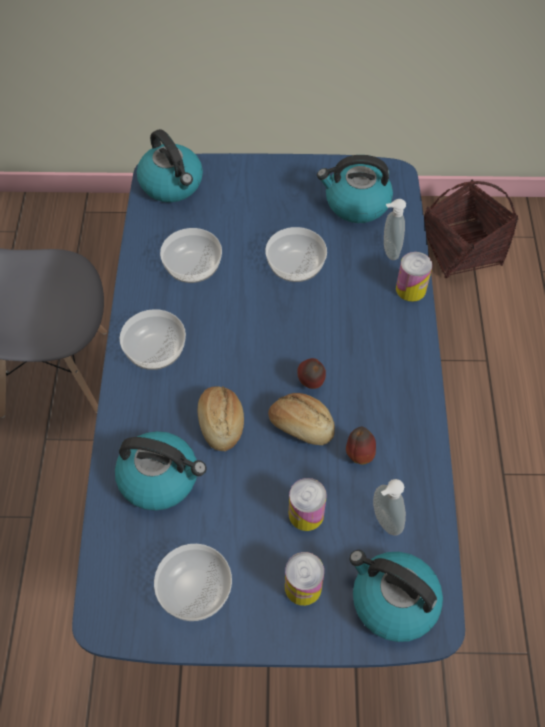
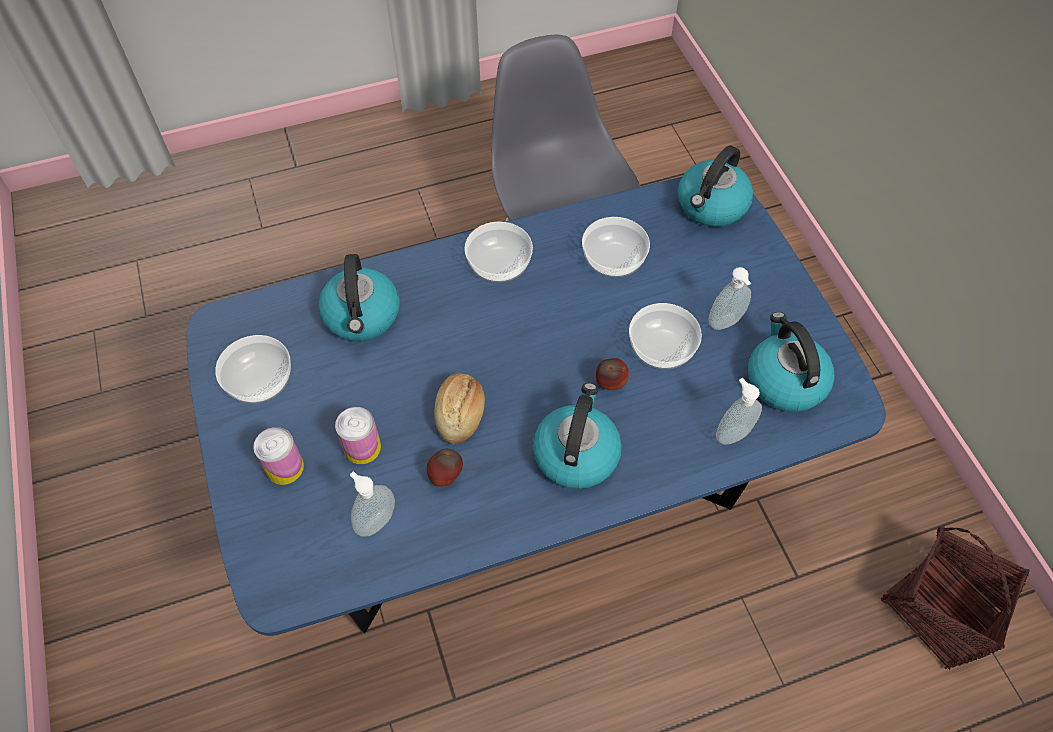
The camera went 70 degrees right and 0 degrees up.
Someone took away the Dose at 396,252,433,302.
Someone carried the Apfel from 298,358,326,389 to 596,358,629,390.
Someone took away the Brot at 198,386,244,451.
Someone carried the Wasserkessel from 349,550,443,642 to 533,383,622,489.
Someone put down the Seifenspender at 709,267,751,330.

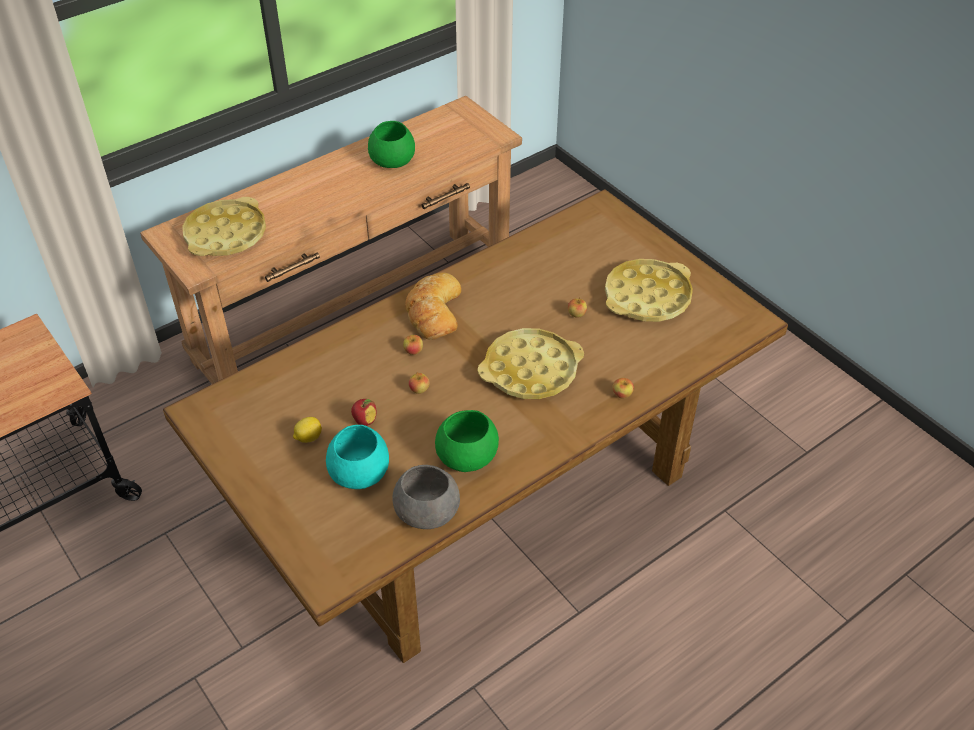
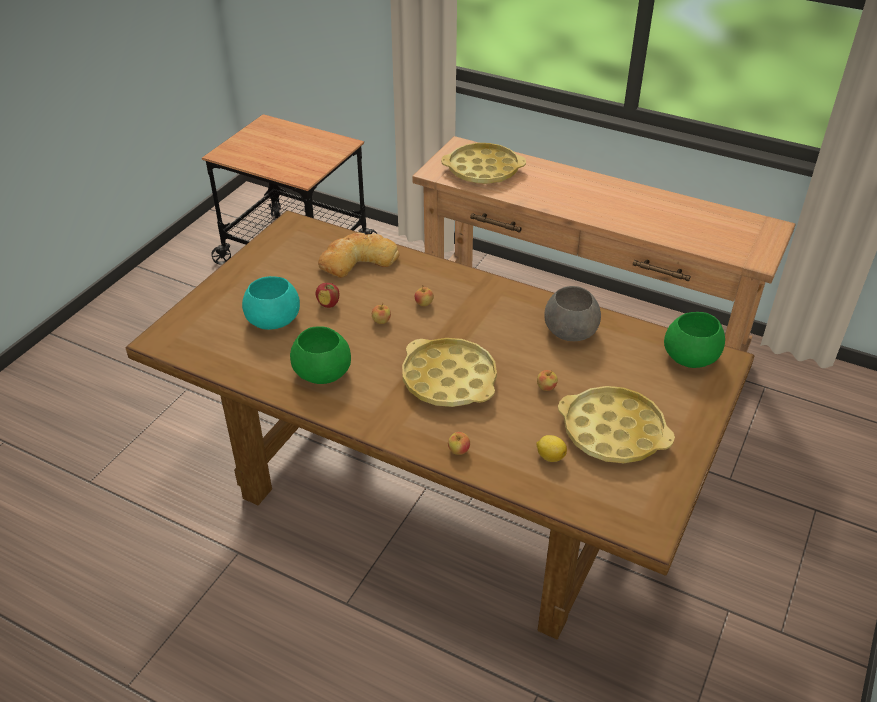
The camera went 65 degrees right and 5 degrees down.
Someone carried the Schüssel [grün] from 368,121,415,168 to 664,312,725,368.
Someone carried the Brot from 405,273,461,339 to 318,232,400,278.
Someone carried the Zitrone from 293,417,322,443 to 536,435,567,462.
Someone carried the Schüssel [grau] from 392,465,460,529 to 544,286,601,341.

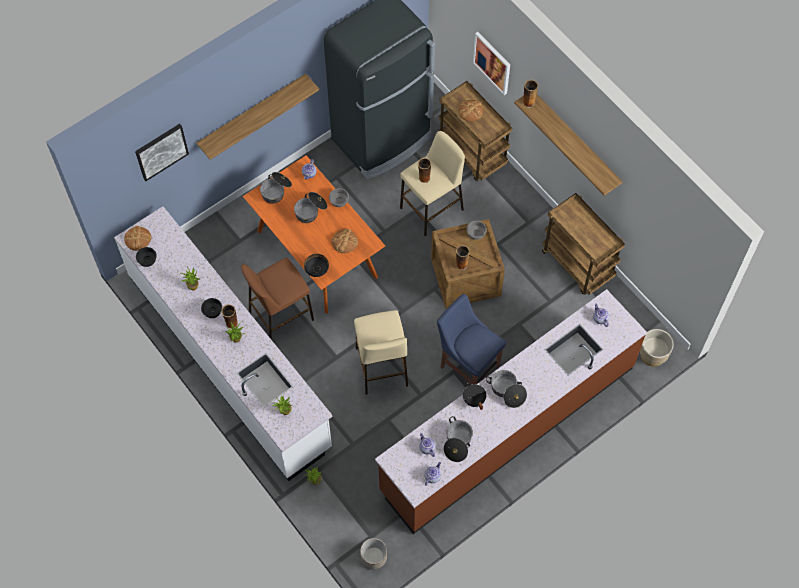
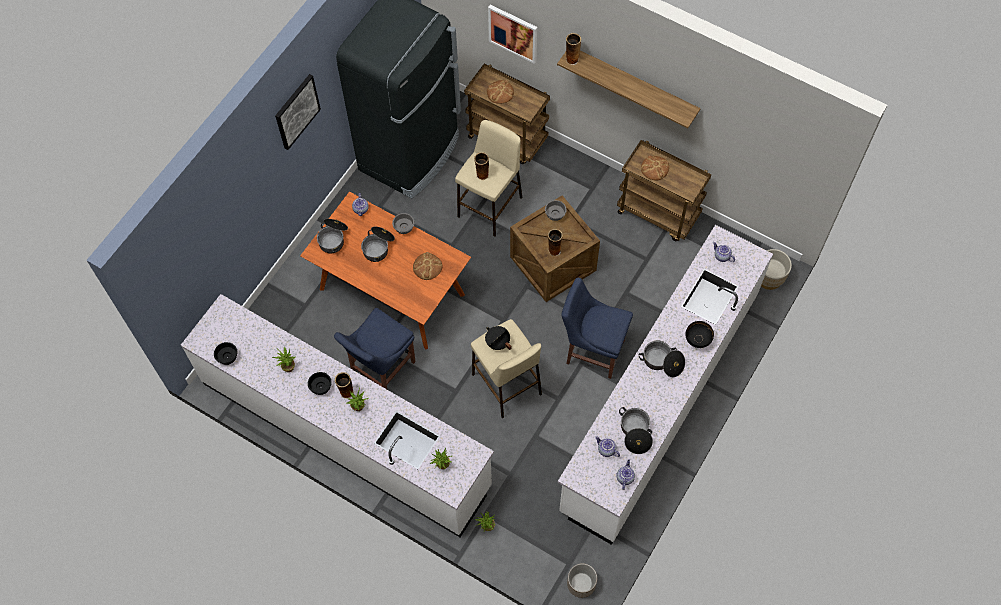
The camera went 20 degrees left and 0 degrees up.
Someone took away the Wandregal at 196,74,320,160.
Someone carried the Bild from 135,124,189,181 to 275,74,321,150.
Someone carried the Brot from 124,226,151,251 to 641,156,669,180.
Someone carried the Schüssel [schwarz] from 304,254,329,277 to 685,321,714,348.
Someone swapped the Hocker [braun] at 241,258,314,340 for the Stuhl [blau] at 334,308,416,389.
Someone repainted the Küchenzeile [braun] at 375,289,647,534, which became the Küchenzeile [weiß] at 558,225,773,545.
Someone carried the Kochtopf [schwarz] from 463,382,486,410 to 485,326,511,350.

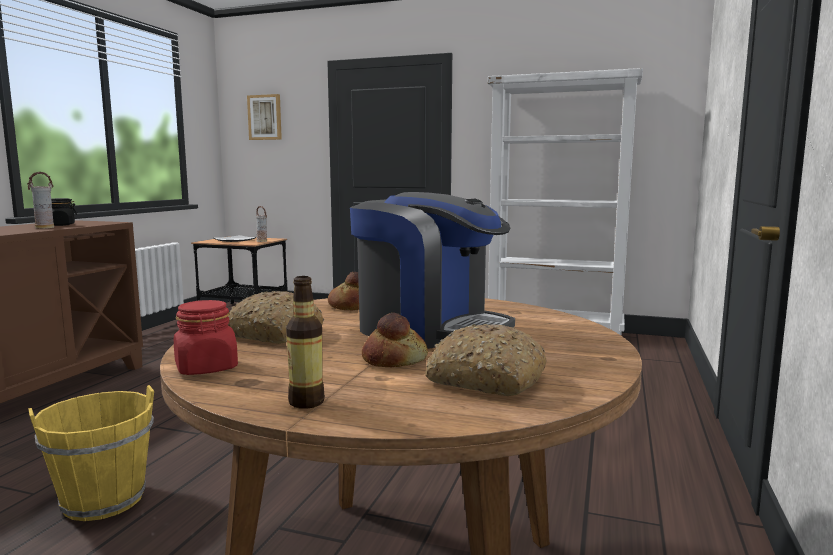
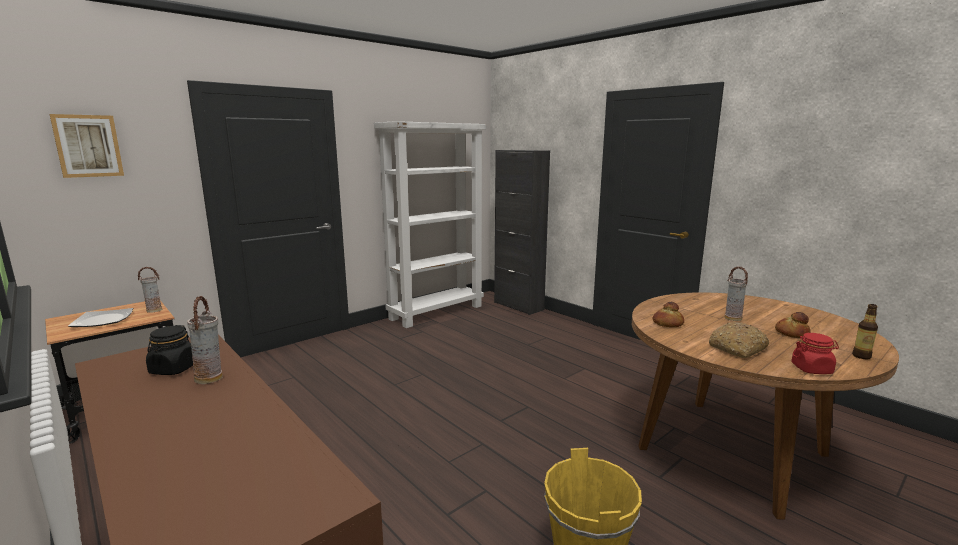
The camera went 60 degrees left and 5 degrees up.
Someone swapped the Kaffeemaschine at 350,192,515,349 for the Vase at 725,267,748,321.
Someone took away the Brot at 425,324,547,396.
Someone put down the Schrank [schwarz] at 494,150,550,315.

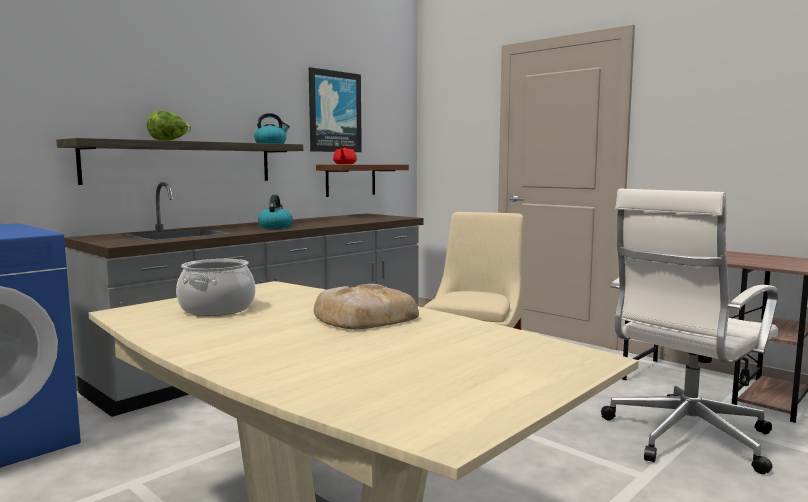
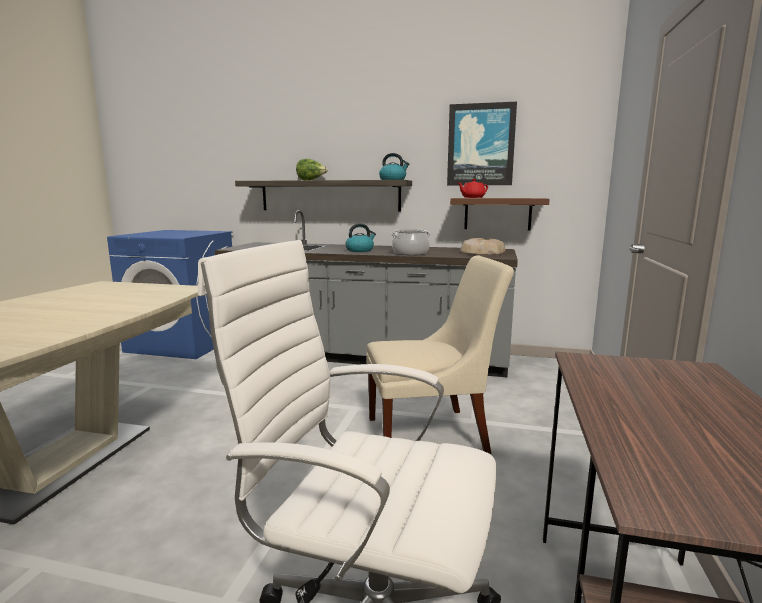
The camera went 60 degrees right and 5 degrees up.
Someone carried the Kochtopf from 176,259,255,316 to 391,229,431,255.
Someone carried the Brot from 313,284,419,329 to 460,238,505,255.

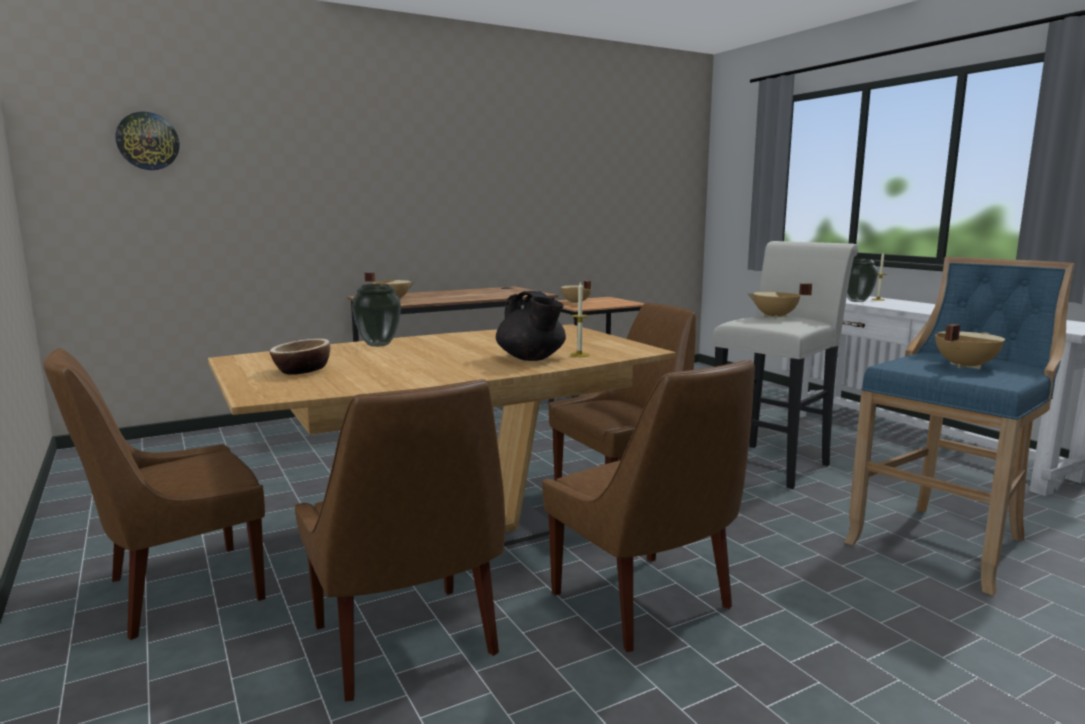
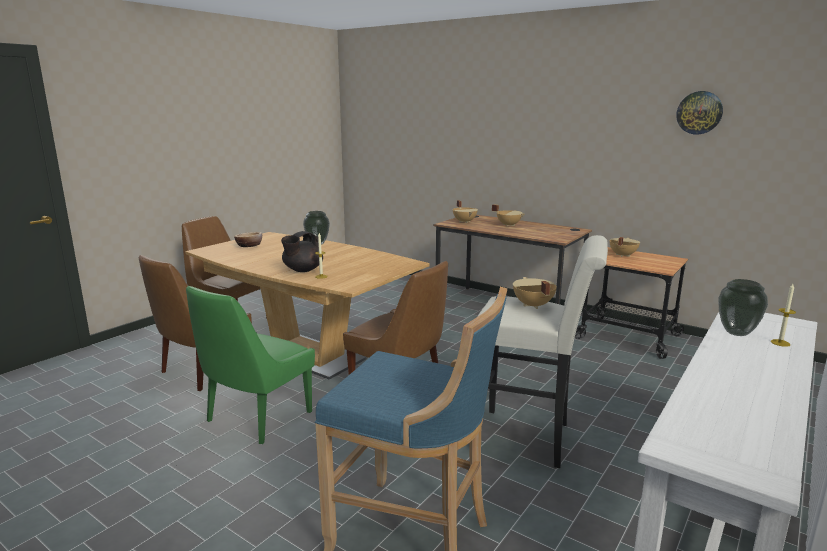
The camera went 65 degrees right and 5 degrees up.
Someone carried the Wanduhr from 116,112,179,170 to 676,91,723,135.
Someone carried the Kochtopf [beige] from 935,324,1005,369 to 492,204,525,226.
Someone repainted the Stuhl [braun] at 542,359,755,652, which became the Stuhl [grün] at 186,286,315,444.

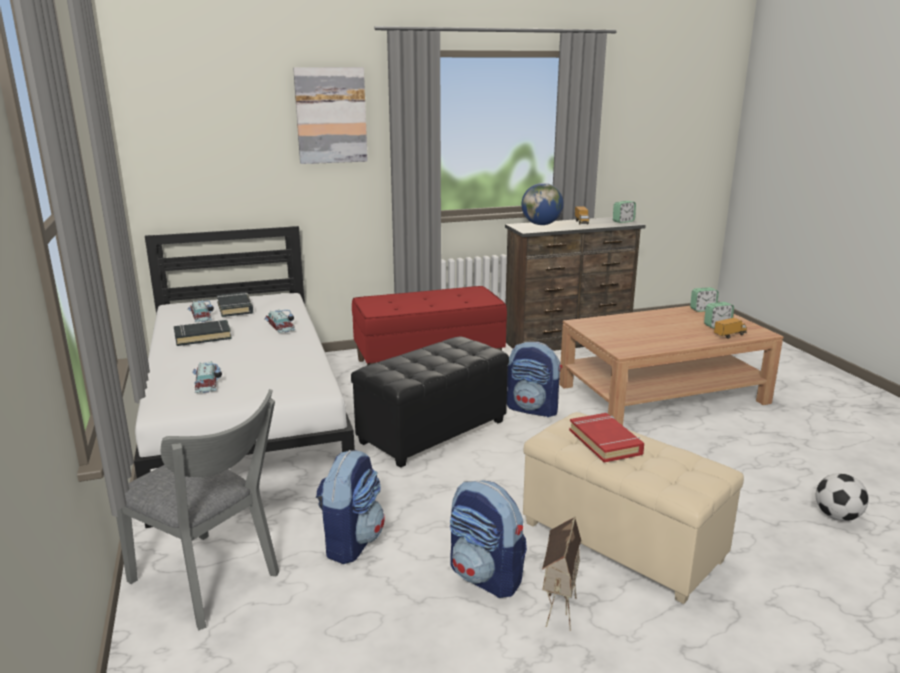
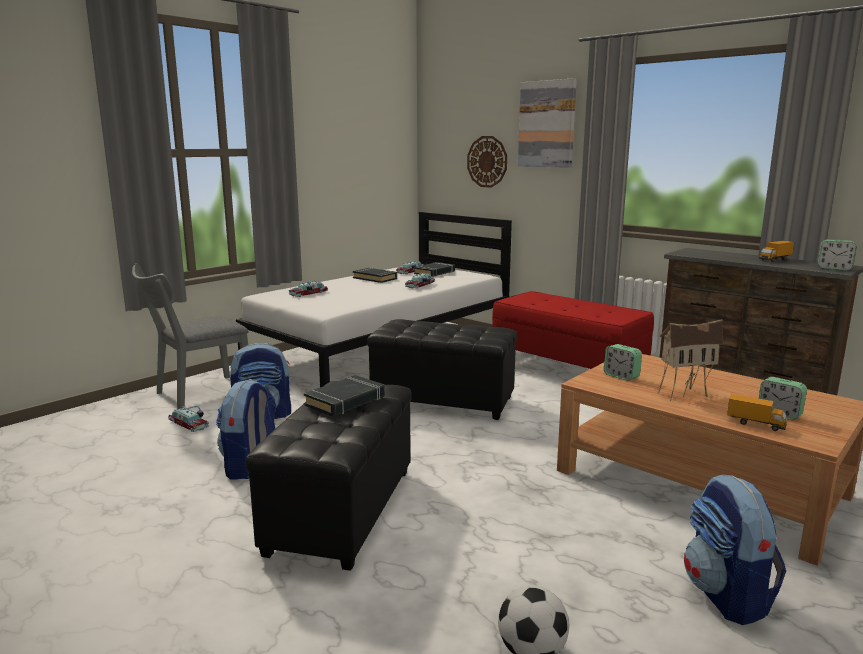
The camera went 60 degrees right and 5 degrees down.
Someone took away the Globus at 521,183,564,225.
Someone carried the Wecker from 690,287,719,312 to 604,344,642,381.
Someone carried the Rucksack from 507,342,562,417 to 684,474,786,625.
Someone rotated the Stuhl [grau] at 116,389,279,630 by 45 degrees clockwise.
Someone repainted the Polsterhocker [beige] at 523,412,744,604, which became the Polsterhocker [schwarz] at 245,381,412,571.
Someone repainted the Buch [rot] at 569,413,644,462, which became the Buch [schwarz] at 304,375,385,417.
Someone carried the Spielzeughaus from 542,516,581,631 to 658,319,723,401.
Someone put up the Wanduhr at 467,136,507,188.
Someone put down the Spielzeugauto at 168,406,209,432.

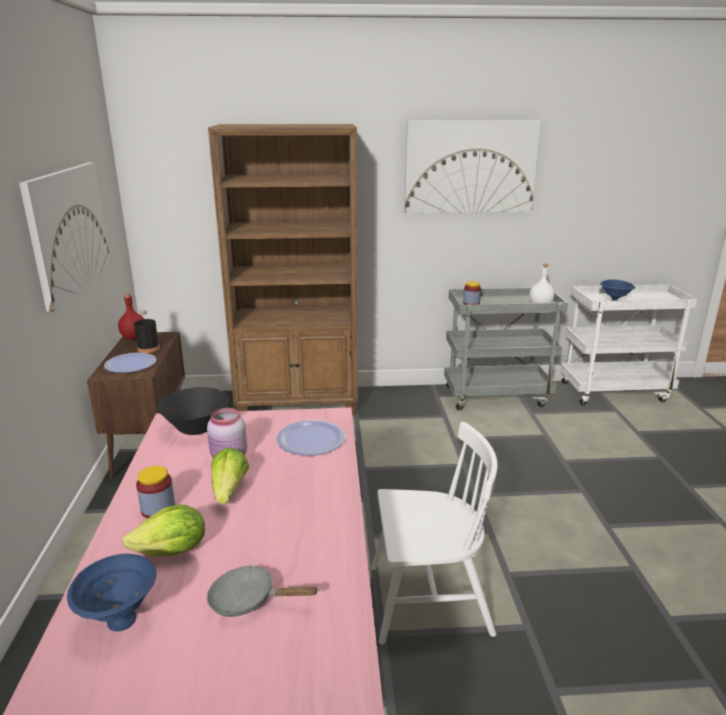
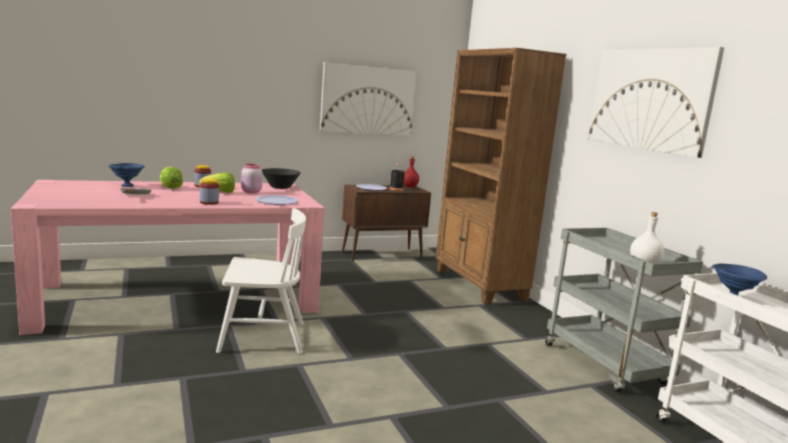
The camera went 70 degrees right and 10 degrees down.
Someone carried the Vorratsglas from 463,281,481,305 to 200,179,219,205.
Someone rotated the Stuhl [weiß] at 371,422,497,645 by 75 degrees counterclockwise.

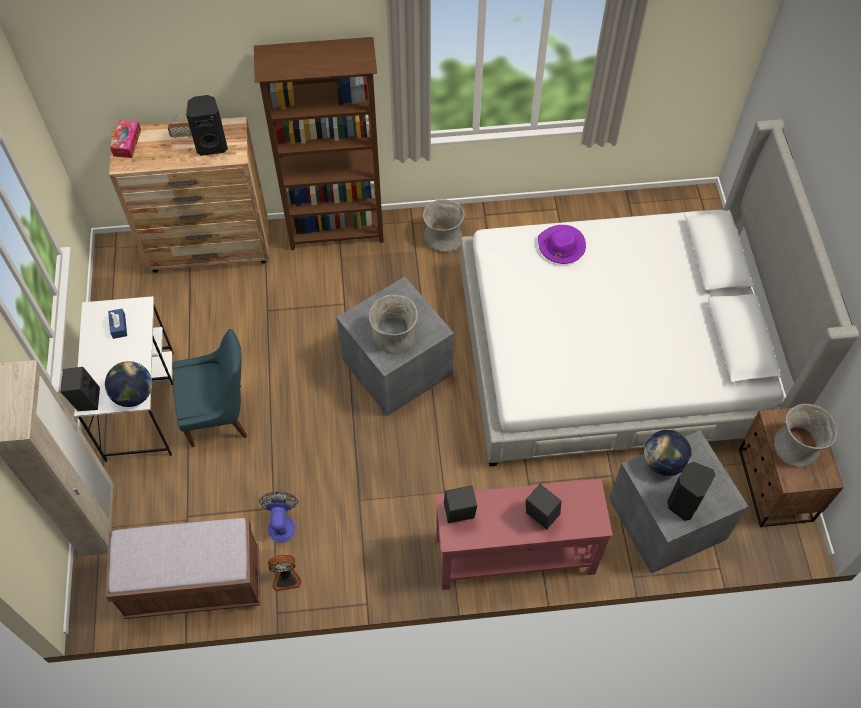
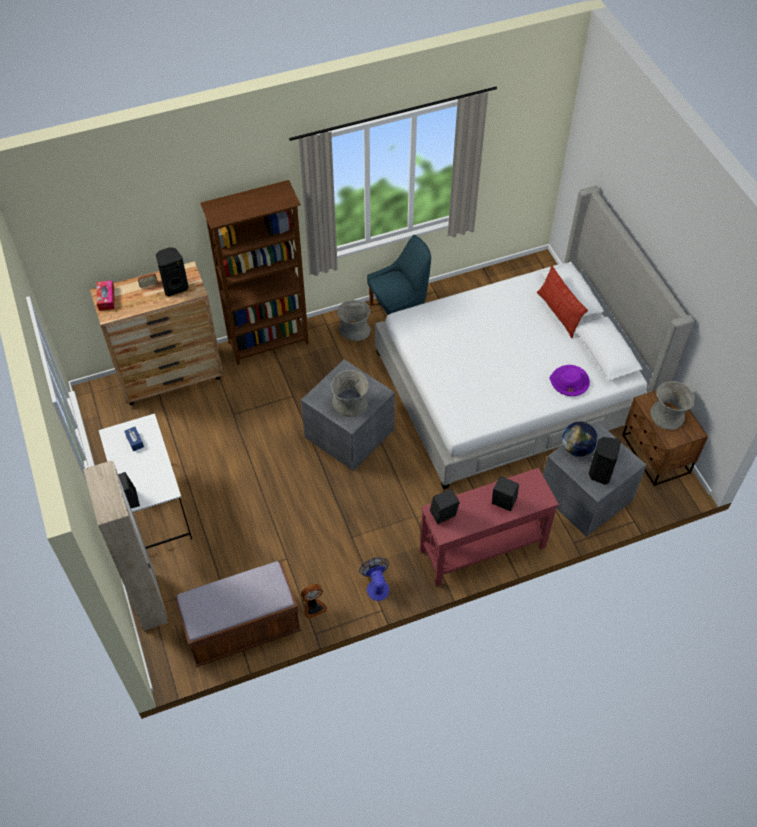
The camera went 15 degrees left and 5 degrees down.
Someone carried the Hut [lila] from 538,225,586,264 to 549,365,590,396.
Someone carried the Stuhl [blau] from 173,329,247,447 to 367,235,431,315.
Someone took away the Globus at 105,361,152,407.
Someone carried the Ventilator from 259,492,298,543 to 359,557,389,601.
Someone put down the Kissen at 537,266,588,338.

